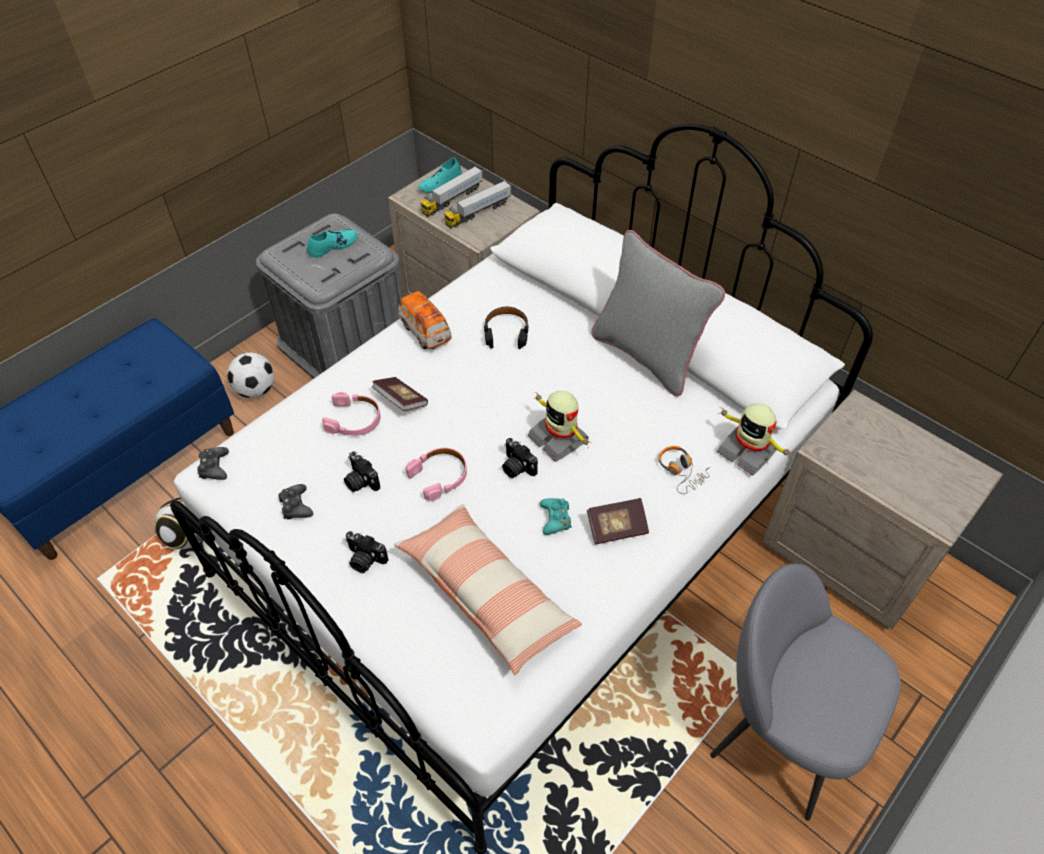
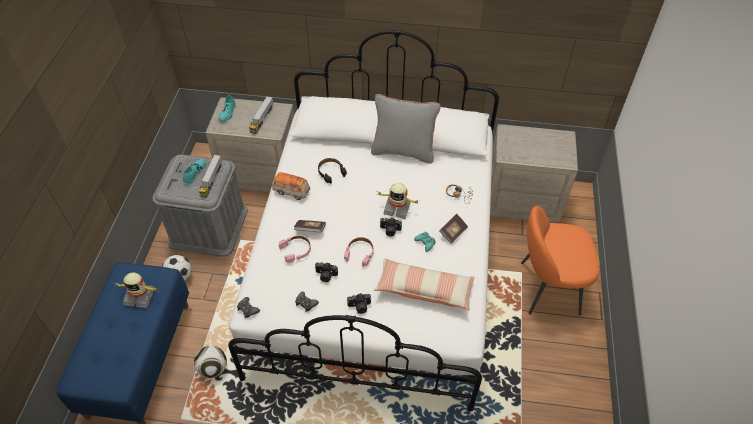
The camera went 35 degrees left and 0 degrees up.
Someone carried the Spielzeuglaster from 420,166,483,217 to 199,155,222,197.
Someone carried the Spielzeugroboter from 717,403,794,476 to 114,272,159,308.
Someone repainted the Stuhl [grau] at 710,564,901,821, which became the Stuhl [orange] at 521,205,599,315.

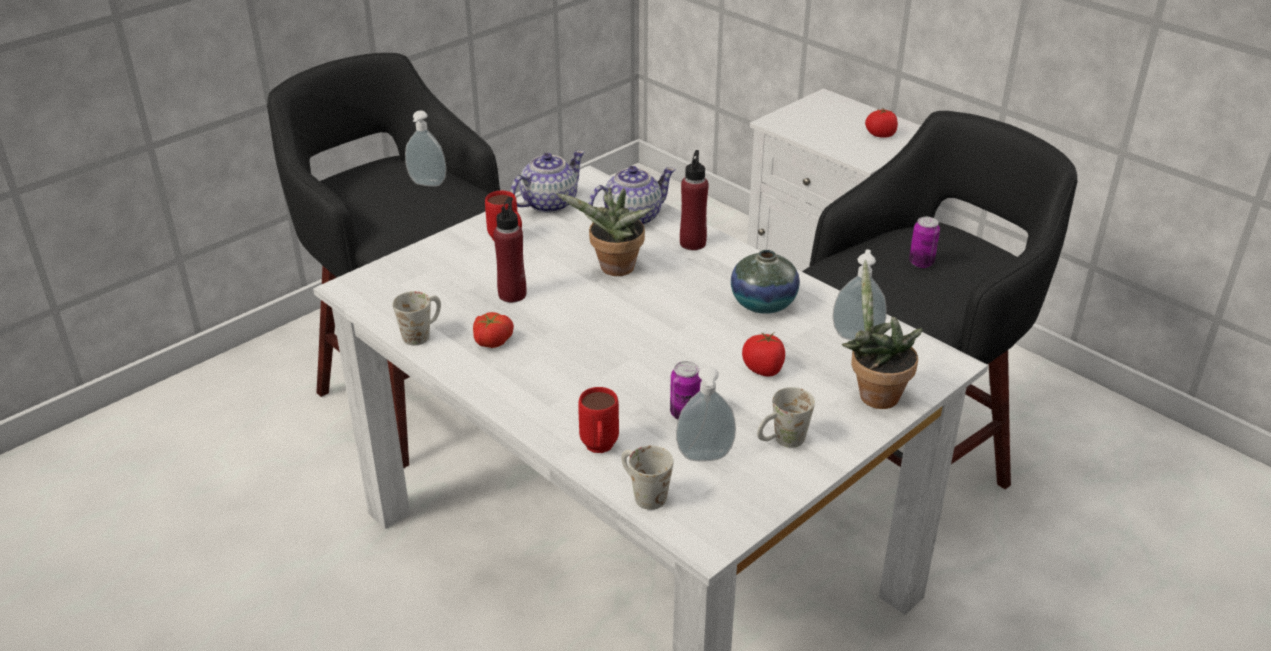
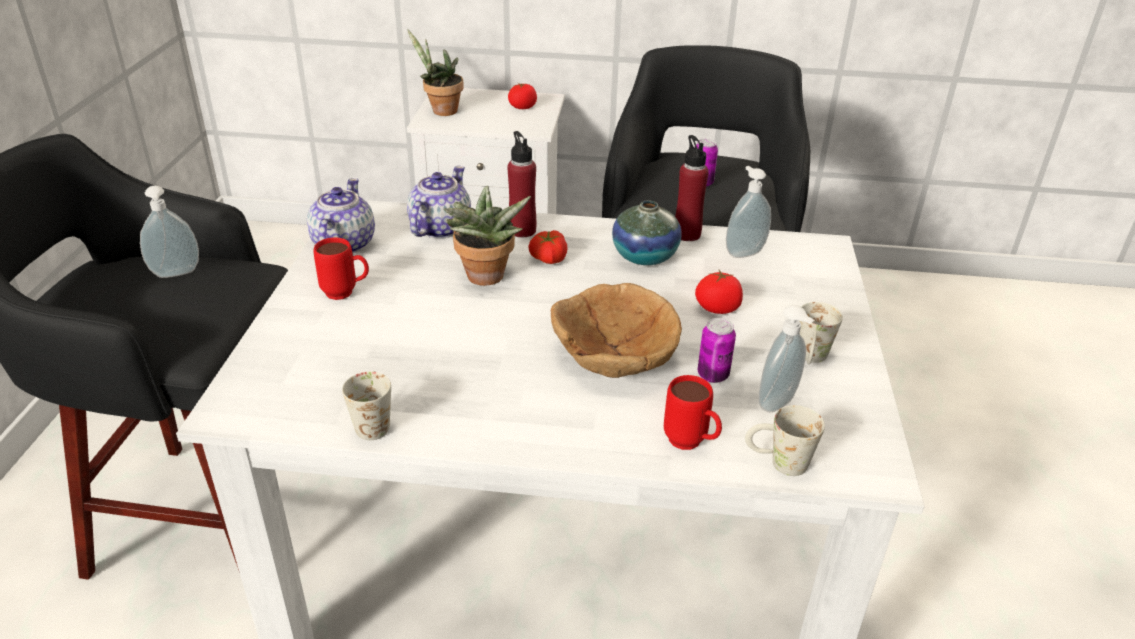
The camera went 40 degrees left and 0 degrees up.
Someone carried the Flasche [rot] from 493,197,526,302 to 675,135,709,241.
Someone carried the Topfpflanze from 842,260,923,409 to 407,29,463,116.
Someone carried the Tomate from 473,312,514,348 to 528,230,568,264.
Someone put down the Schüssel [braun] at 551,283,682,378.

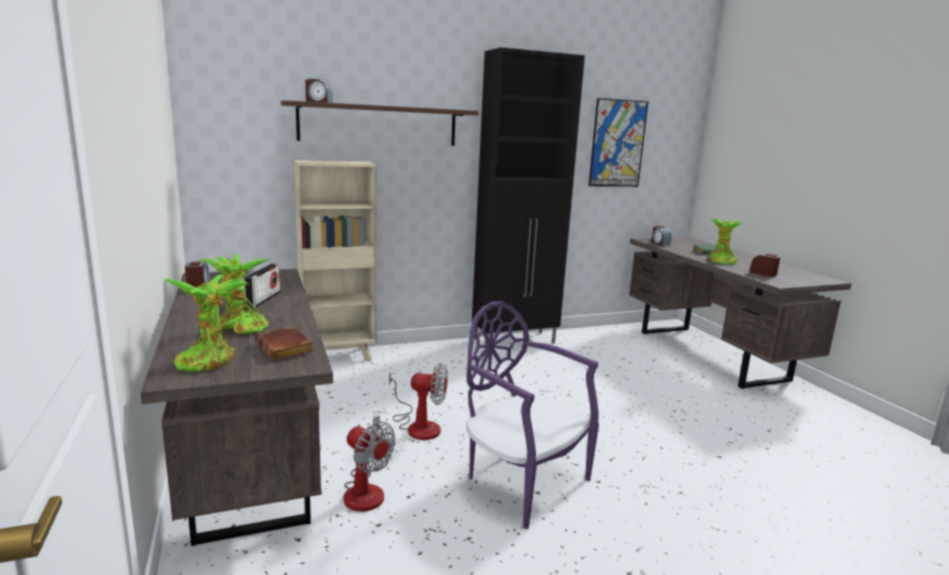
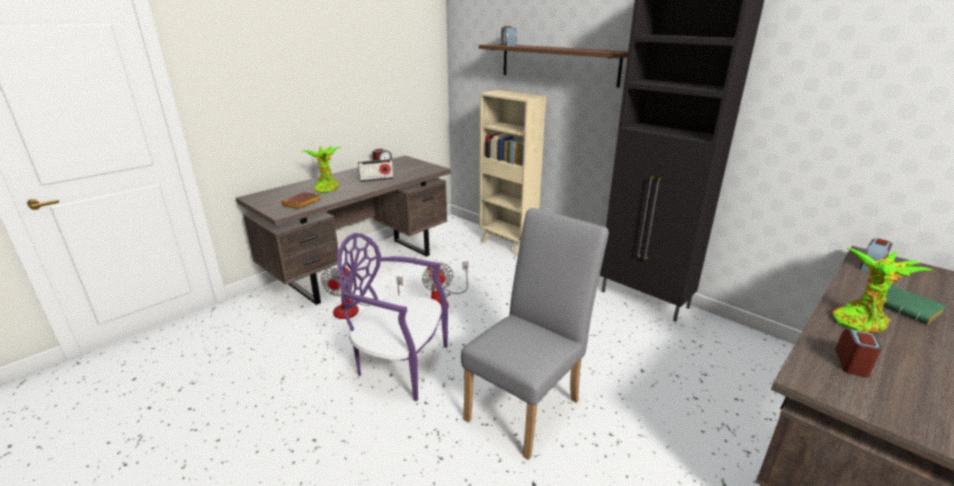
The camera went 65 degrees right and 10 degrees up.
Someone took away the Bild at 588,98,648,187.
Someone took away the Topfpflanze at 164,274,249,372.
Someone rotated the Stuhl [lila] at 466,301,599,529 by 90 degrees counterclockwise.
Someone put down the Stuhl [grau] at 461,208,609,460.

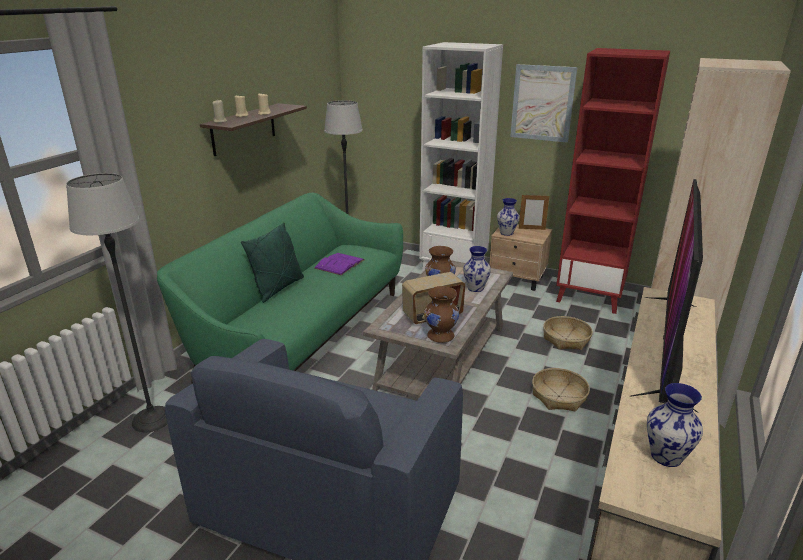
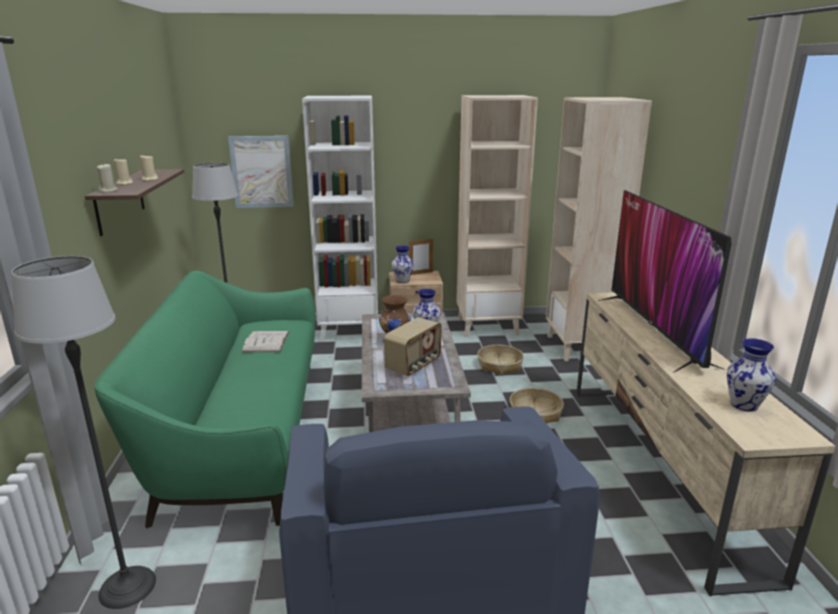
The camera went 30 degrees left and 5 degrees down.
Someone repainted the Bücherregal [rot] at 556,48,670,314, which became the Bücherregal [beige] at 456,95,538,337.
Someone carried the Bild from 510,64,577,143 to 228,136,294,208.
Someone took away the Kissen [grün] at 241,223,304,303.
Someone repainted the Buch [lila] at 314,253,364,275, which became the Buch [weiß] at 241,331,289,352.
Someone took away the Vase [braun] at 424,286,459,343.

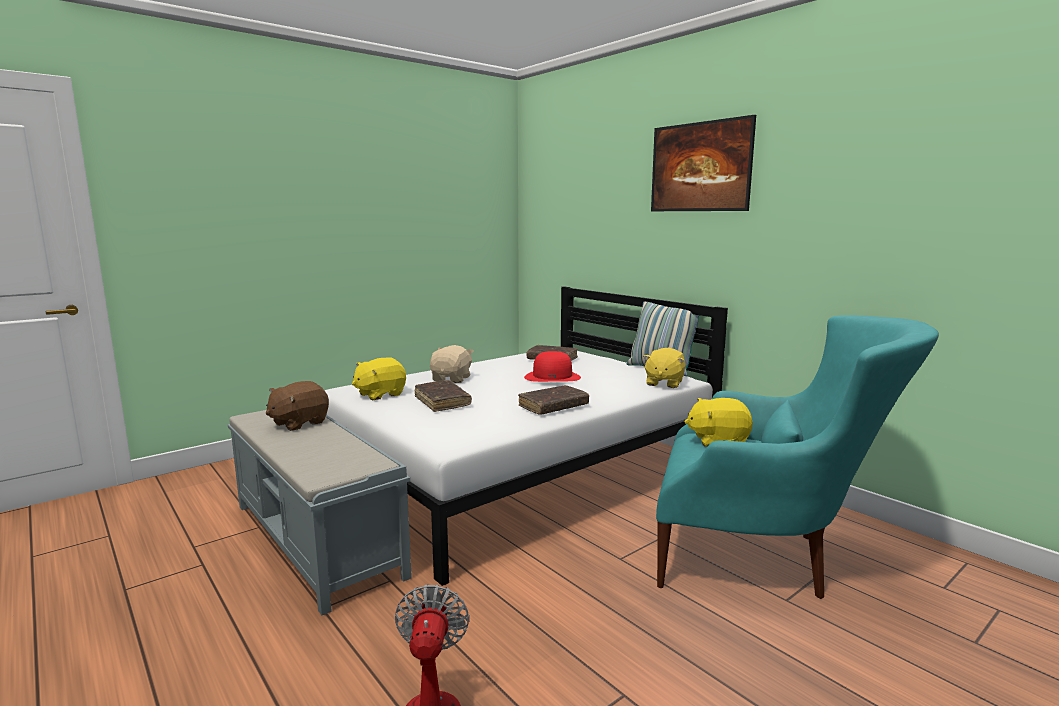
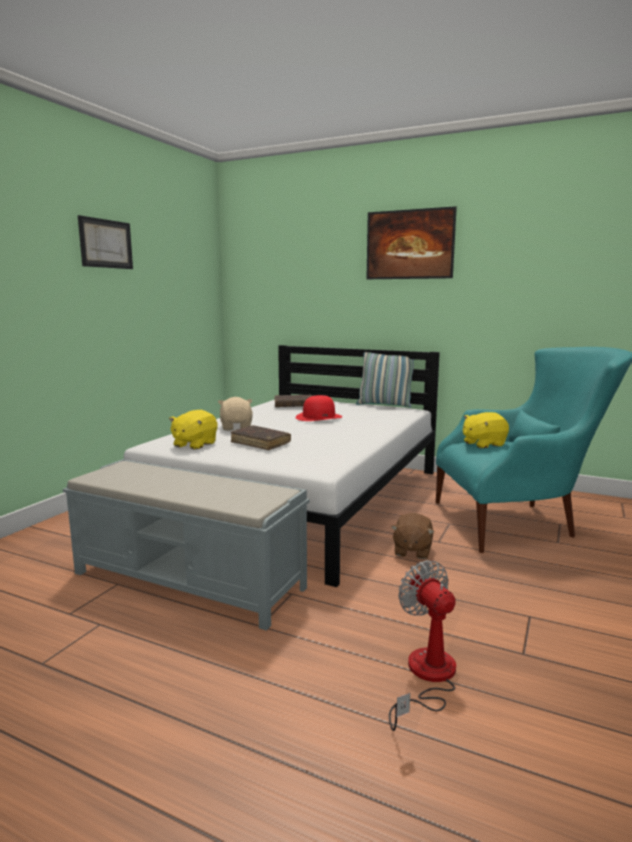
The camera went 25 degrees left and 0 degrees up.
Someone took away the Plüschtier [gelb] at 643,348,685,388.
Someone carried the Plüschtier [braun] from 266,381,329,431 to 391,513,434,559.
Someone took away the Buch [braun] at 518,385,589,415.
Someone put up the Bild at 78,215,133,269.

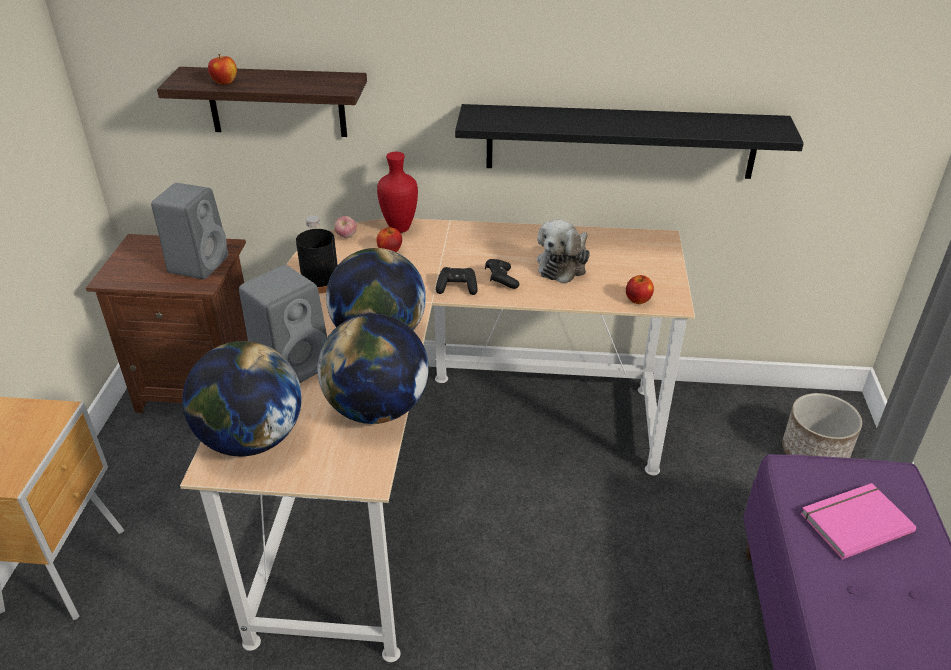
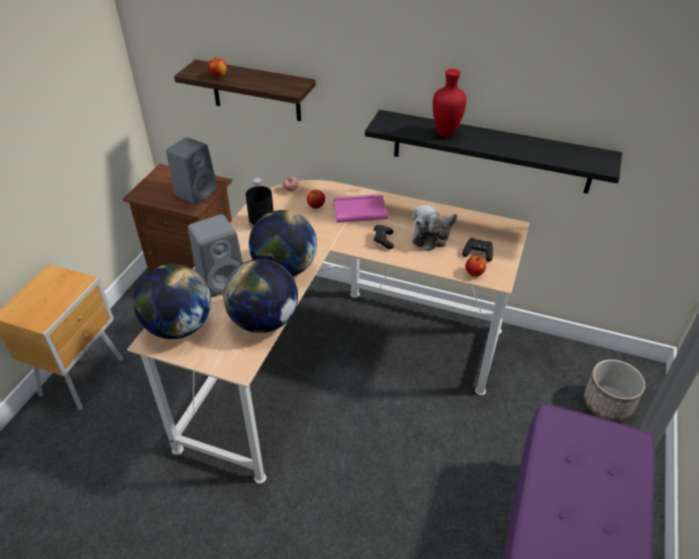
The camera went 15 degrees right and 5 degrees up.
Someone carried the Vase [rot] from 377,152,418,233 to 433,69,467,137.
Someone carried the Gamepad [schwarz] from 436,267,478,295 to 462,238,493,262.
Someone carried the Buch [rosa] from 800,483,916,560 to 333,194,388,223.

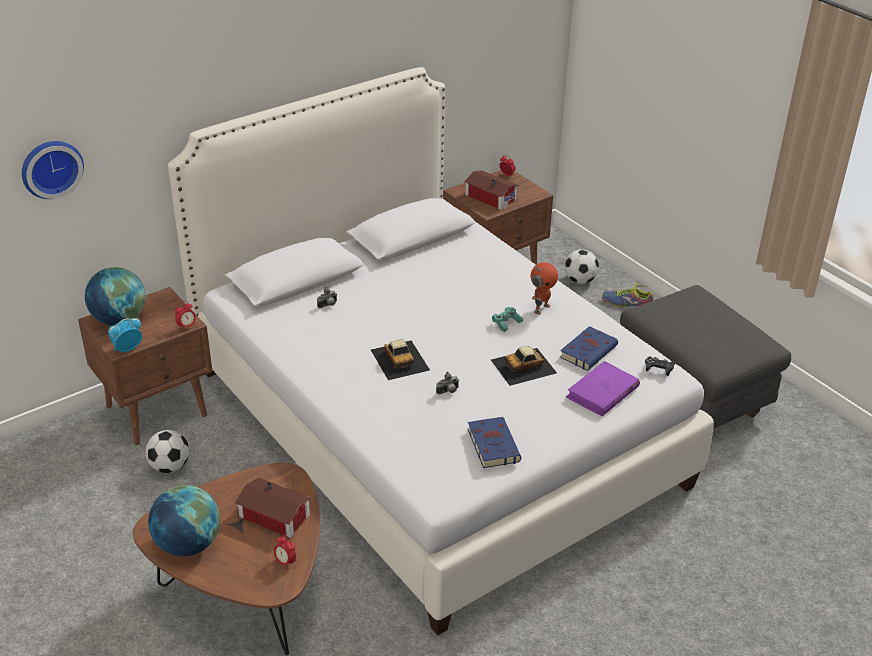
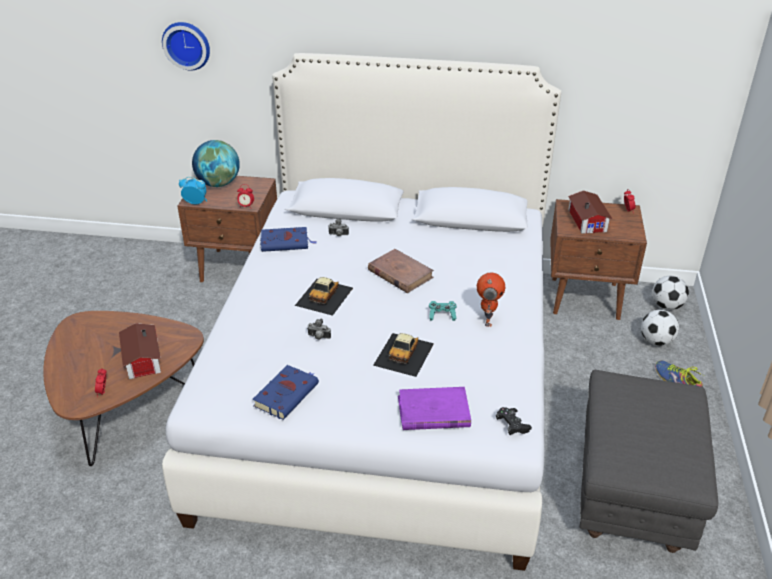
The camera went 45 degrees right and 0 degrees up.
Someone rotated the Spielzeugroboter at 531,262,558,315 by 75 degrees counterclockwise.
Someone carried the Buch [blau] from 560,326,618,371 to 260,227,317,252.
Someone rotated the Spielzeugauto at 491,346,557,386 by 90 degrees counterclockwise.
Someone carried the Fußball from 145,430,189,473 to 652,276,689,310.
Someone took away the Globus at 148,485,220,556.
Someone put down the Buch [braun] at 368,249,434,293.

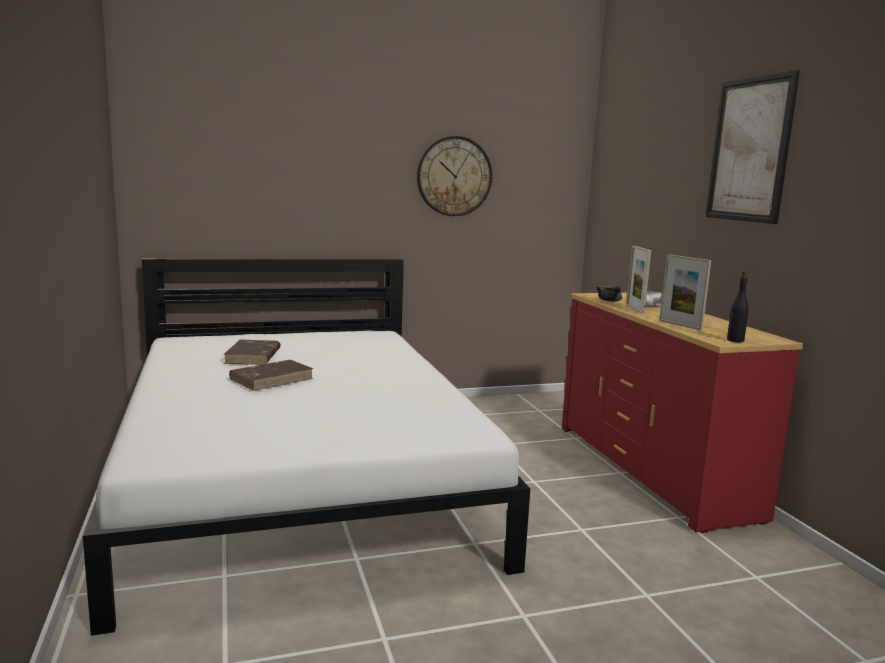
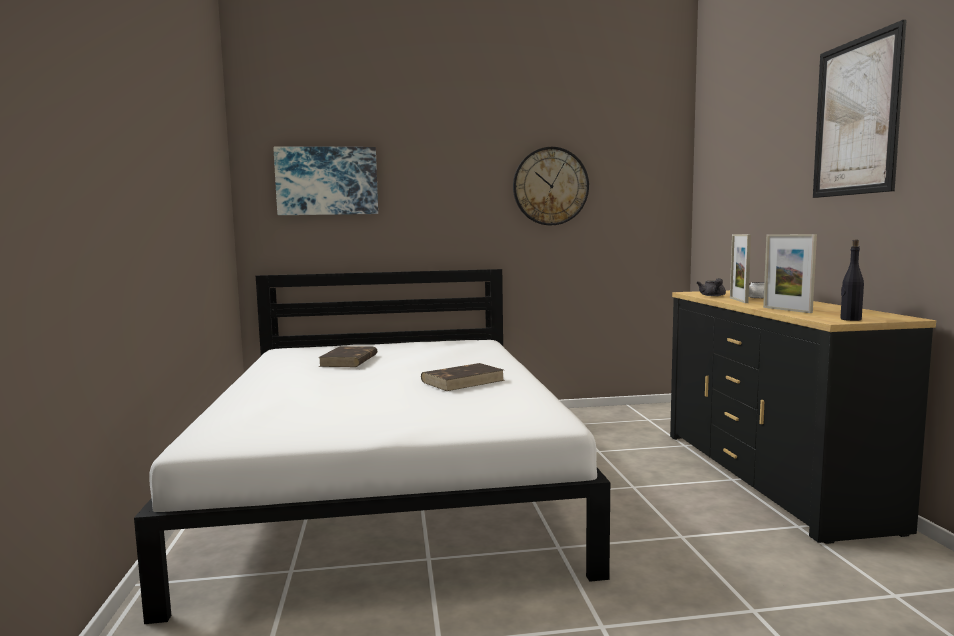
The camera went 10 degrees right and 5 degrees down.
Someone repainted the Kommode [rot] at 562,293,803,533, which became the Kommode [schwarz] at 670,290,936,544.
Someone carried the Buch [braun] from 229,360,313,391 to 421,363,505,391.
Someone put up the Bild at 273,147,378,215.

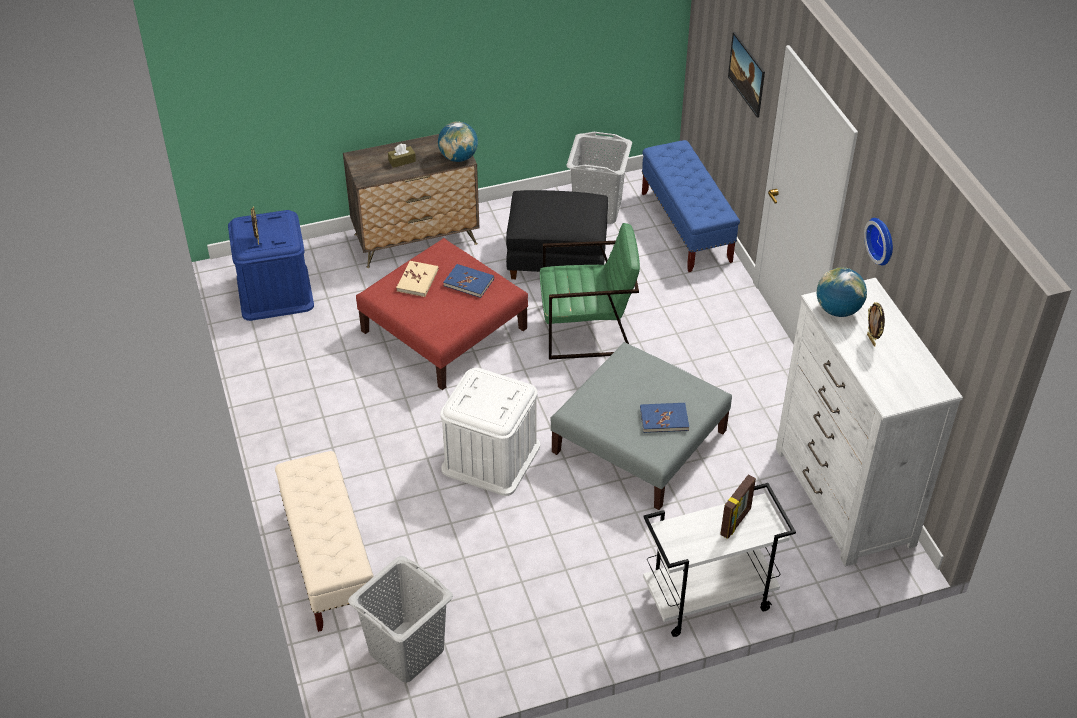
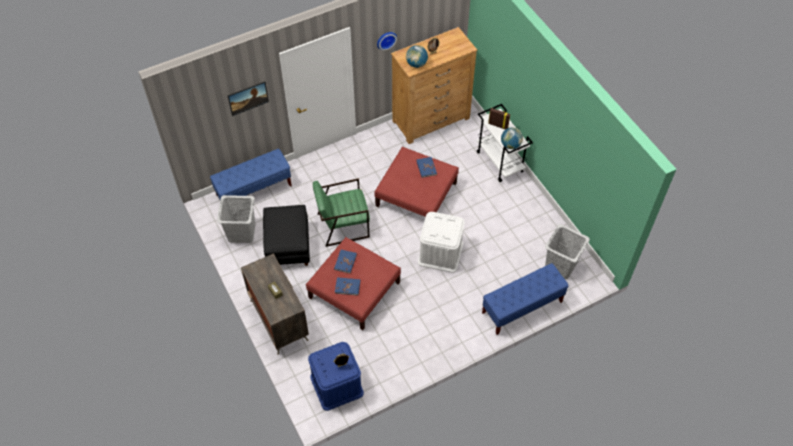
The camera went 100 degrees left and 10 degrees up.
Someone carried the Globus from 438,121,478,162 to 501,127,523,149.
Someone rotated the Sessel [grün] at 540,223,640,360 by 90 degrees counterclockwise.
Someone repainted the Buch [beige] at 396,261,439,297, which became the Buch [blau] at 335,277,361,296.
Someone repainted the Kommode [weiß] at 776,278,963,567, which became the Kommode [braun] at 391,27,478,144.
Someone repainted the Polsterhocker [grau] at 551,342,732,510, which became the Polsterhocker [rot] at 375,147,459,217.
Someone repainted the Bank [beige] at 275,451,373,632, which became the Bank [blau] at 482,263,568,335.

